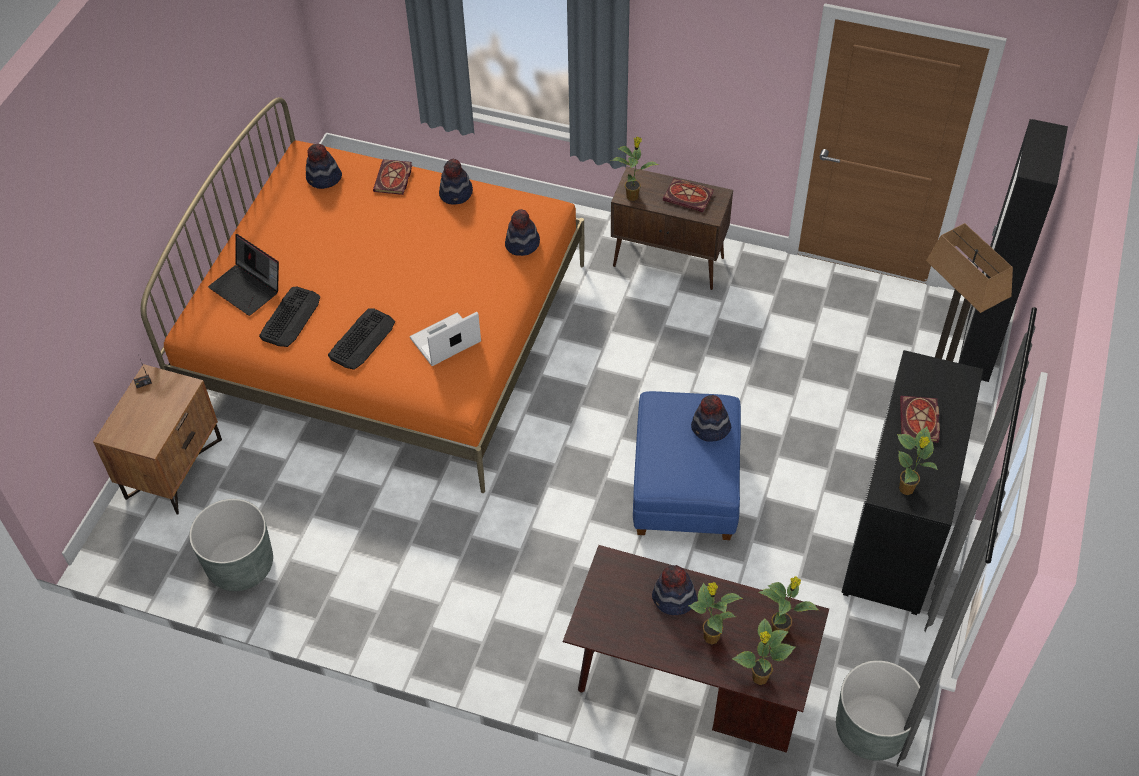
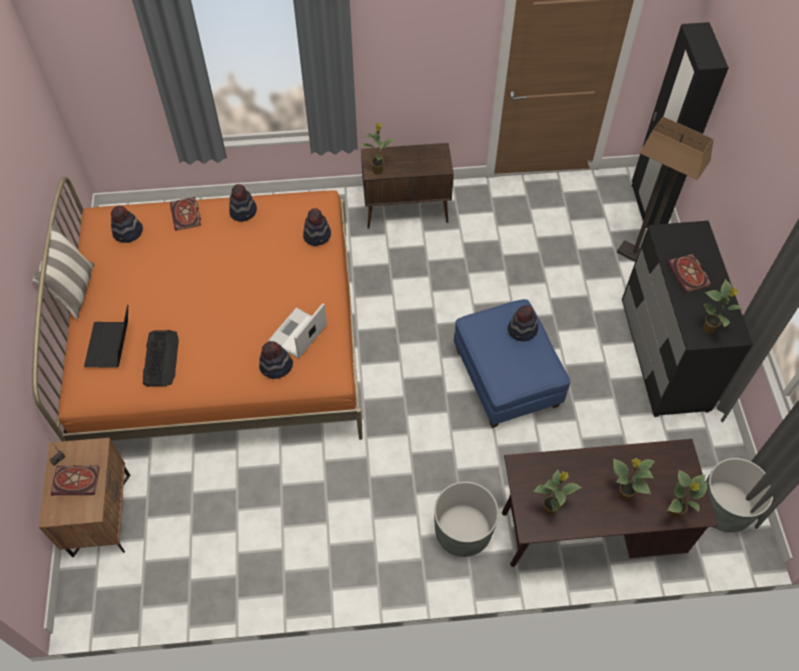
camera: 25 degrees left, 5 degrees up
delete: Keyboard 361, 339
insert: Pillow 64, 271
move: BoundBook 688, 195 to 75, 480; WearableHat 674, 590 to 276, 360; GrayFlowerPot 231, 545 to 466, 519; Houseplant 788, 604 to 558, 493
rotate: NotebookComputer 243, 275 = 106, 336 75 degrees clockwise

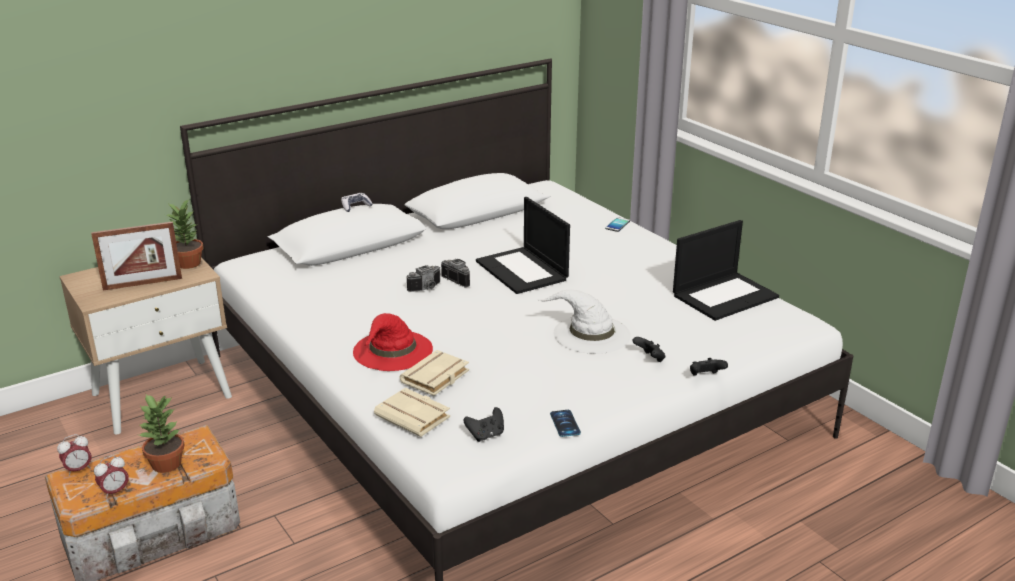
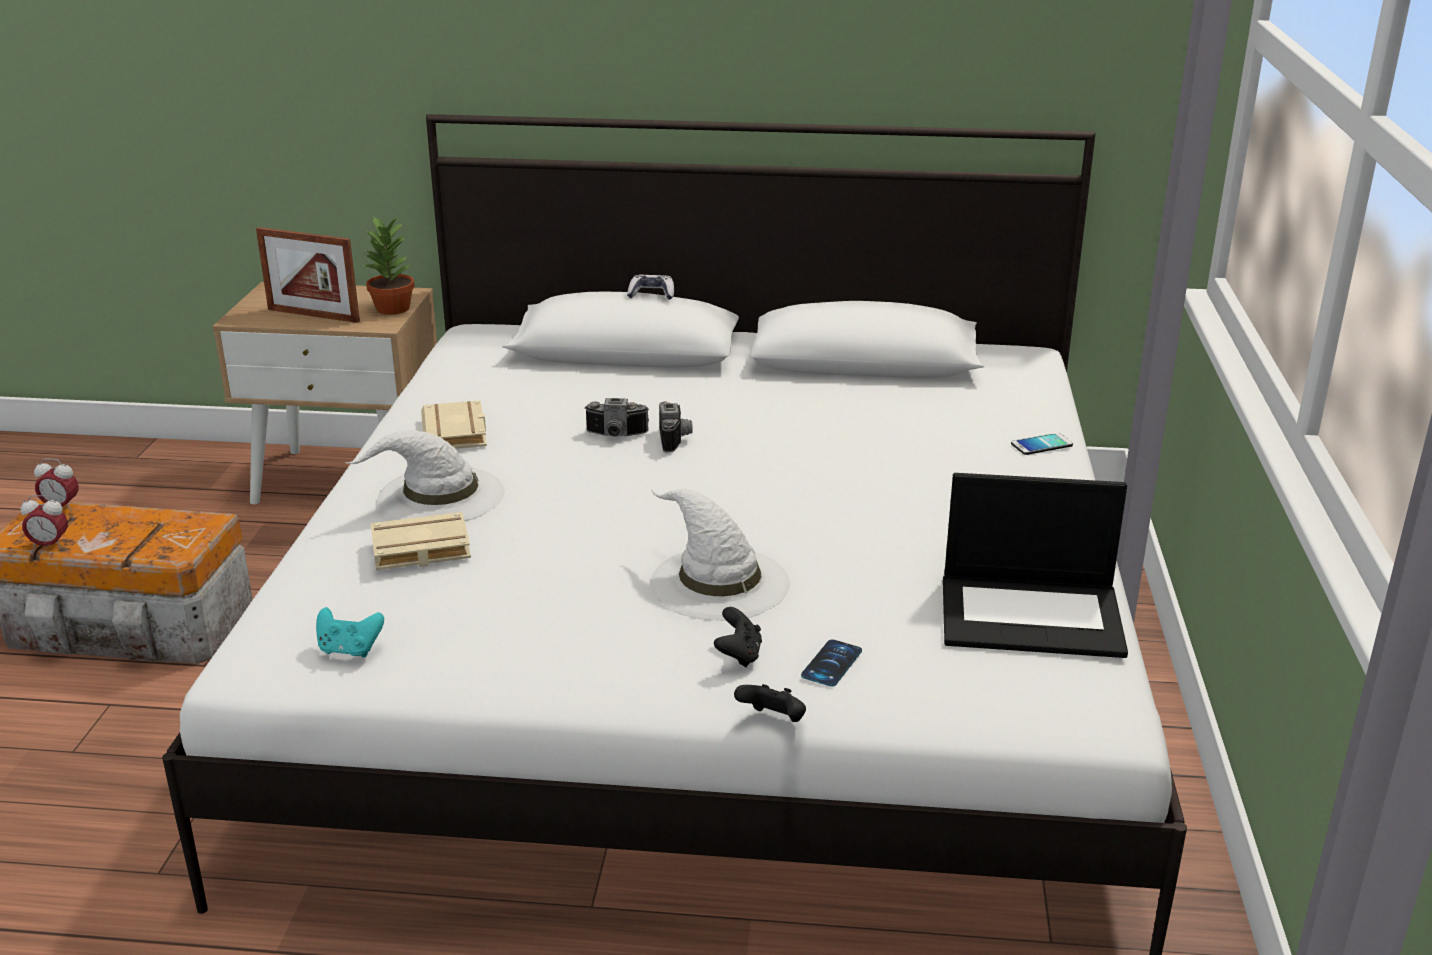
camera: 40 degrees right, 0 degrees up
delete: Houseplant 161, 433; NotebookComputer 523, 245
move: BeigeBoundBook 412, 412 to 454, 424; Handset 565, 423 to 831, 663
recolor: BlackGamepad 484, 424 to TurquoiseColouredGamepad 350, 632; RedColouredWearableHat 393, 342 to WhiteWearableHat 424, 475

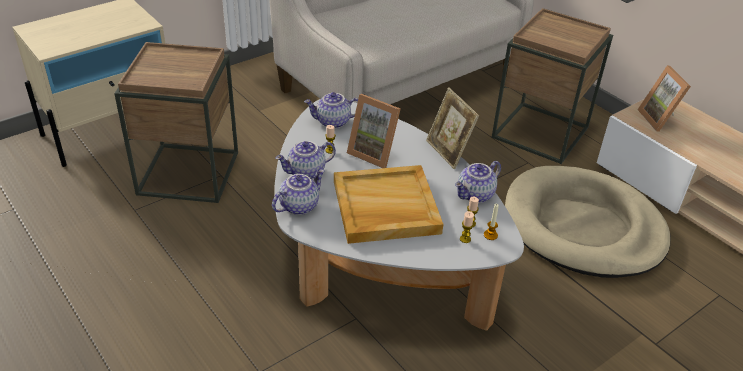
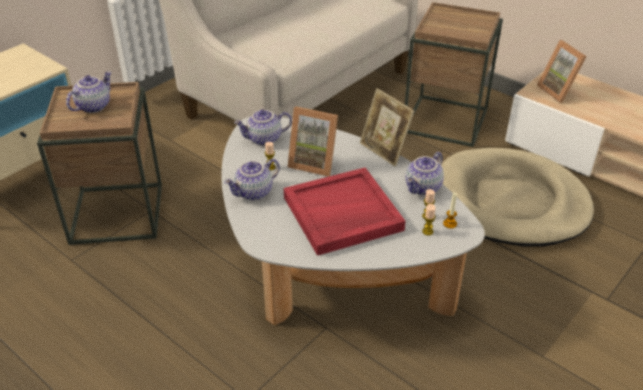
camera: 10 degrees left, 0 degrees up
move: PotForTea 298, 192 to 89, 92
recolor: BeigeCarryingTray 388, 204 to RedColouredCarryingTray 344, 212

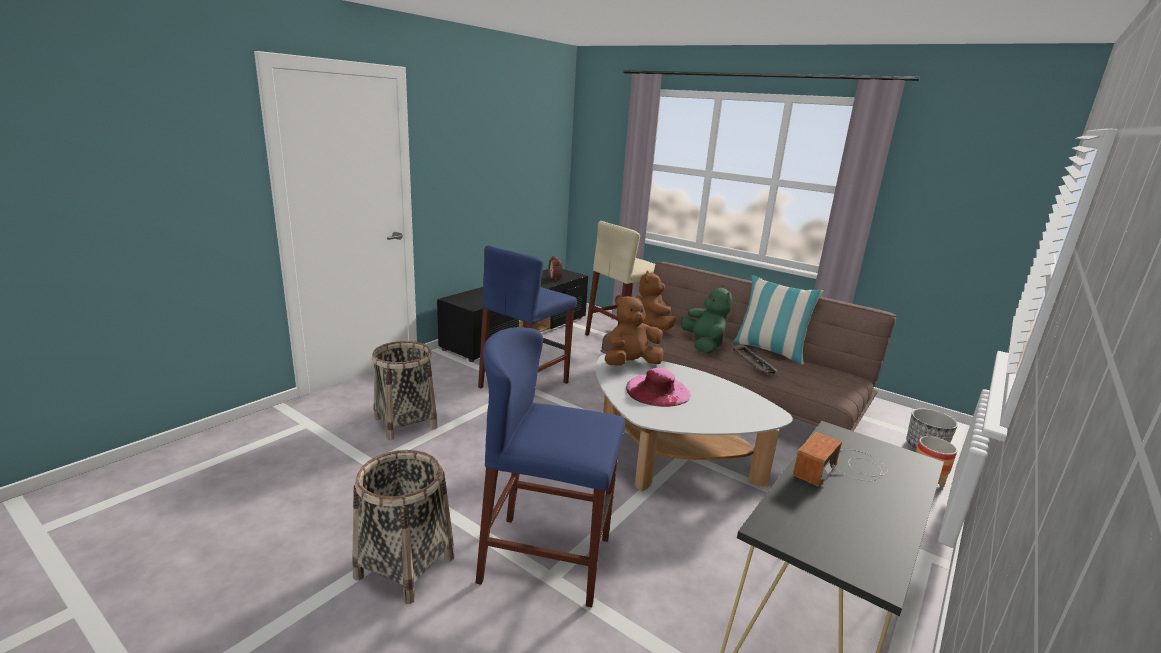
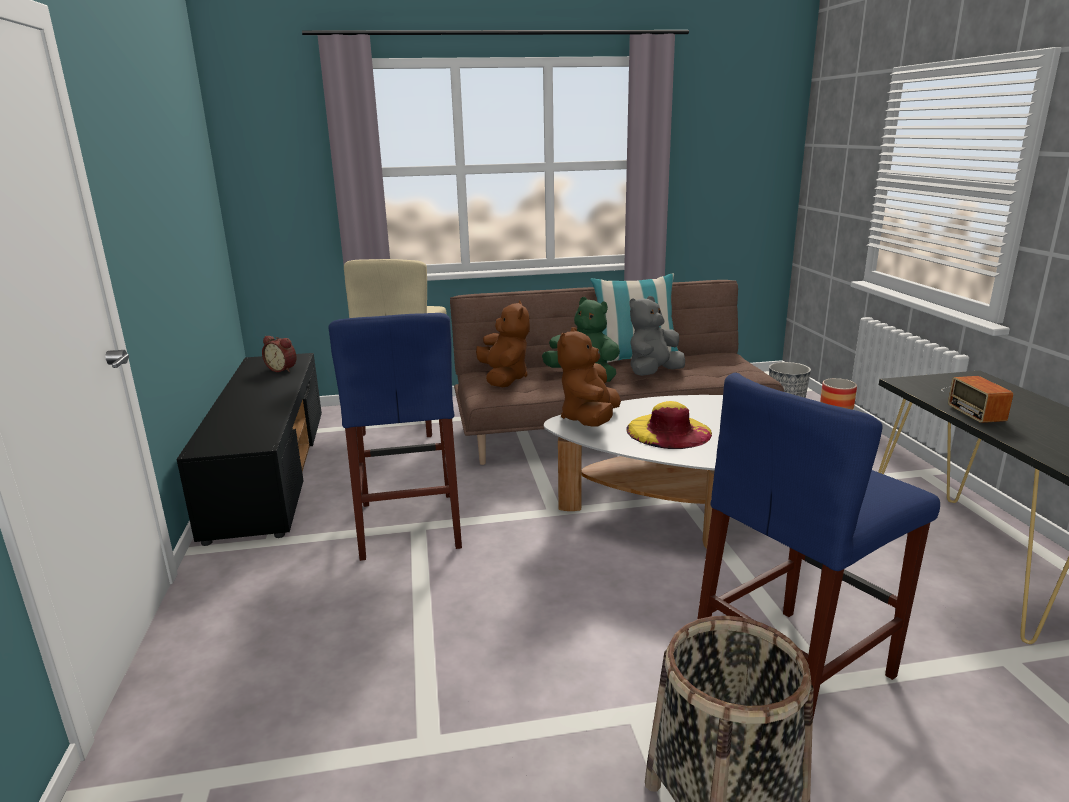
camera: 45 degrees left, 0 degrees up
delete: HouseholdBasket 405, 390
replace: CarryingTray 755, 359 to GrayPlushToy 657, 336
recolor: PinkishWearableHat 658, 387 to YellowColouredWearableHat 669, 425
rotate: BrownColouredPlushToy 657, 300 = 503, 343 150 degrees counterclockwise

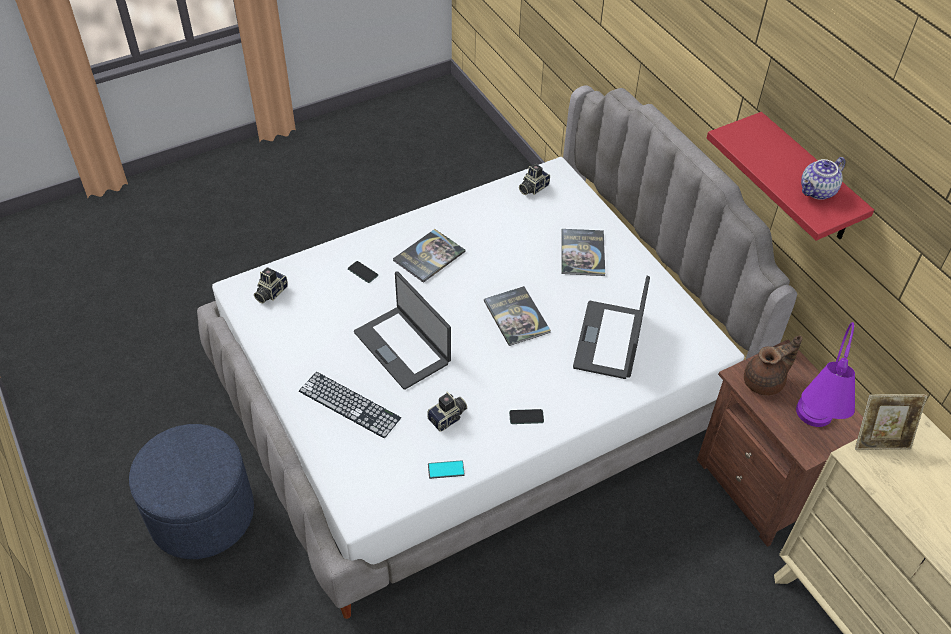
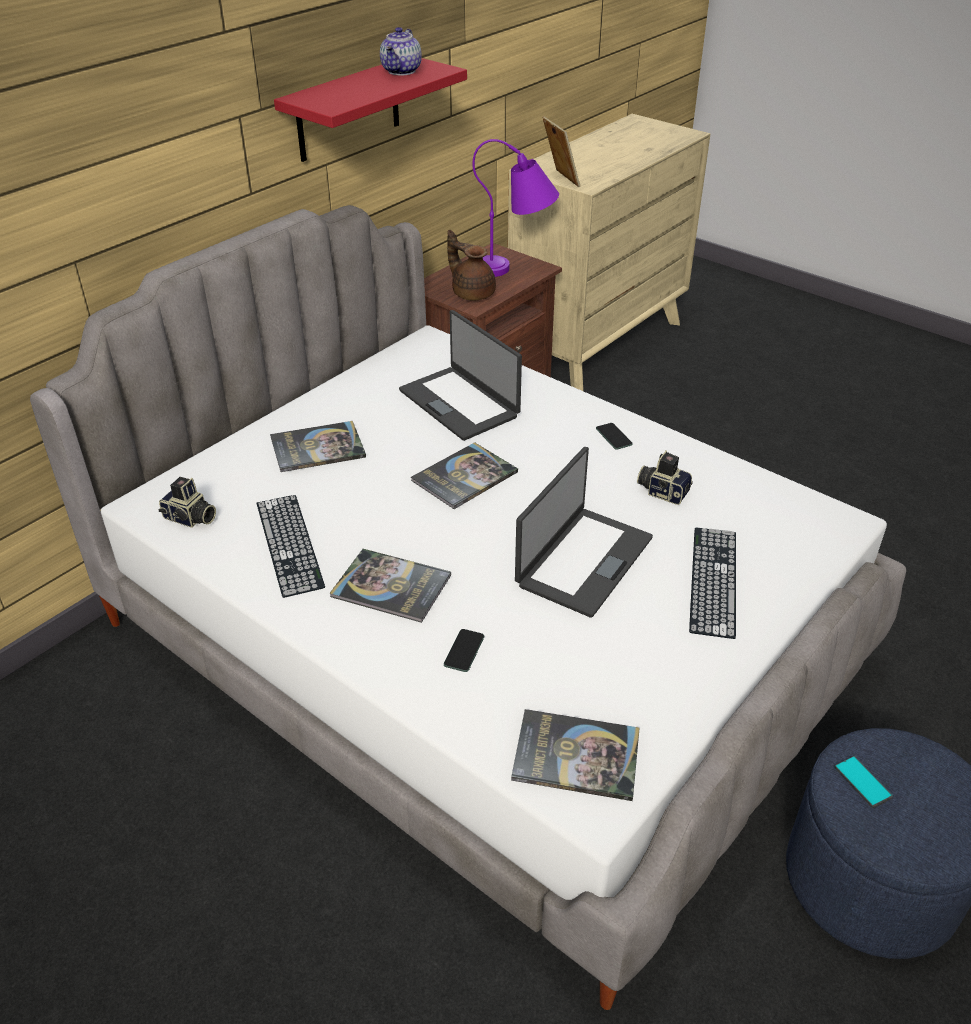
camera: 110 degrees left, 10 degrees down
insert: Keyboard 291, 546
move: Handset 446, 469 to 863, 782
replace: PhotoCamera 271, 285 to BoundBook 575, 755
rotate: PotForTea 823, 178 = 401, 51 75 degrees clockwise; NotebookComputer 611, 327 = 460, 375 60 degrees clockwise

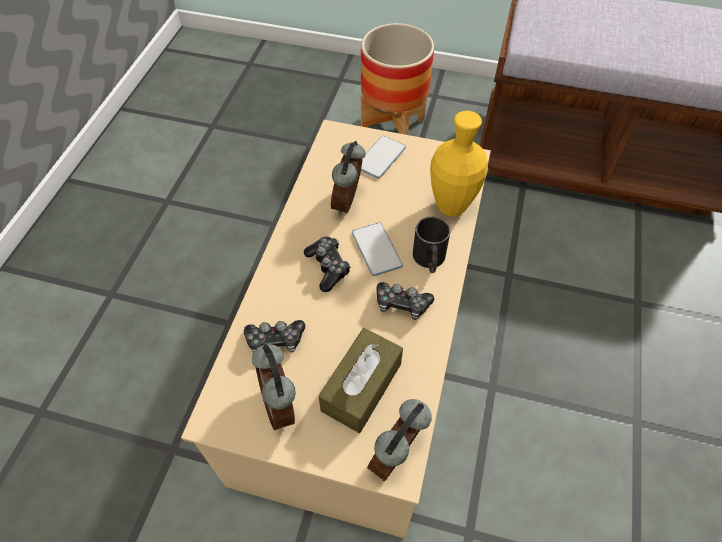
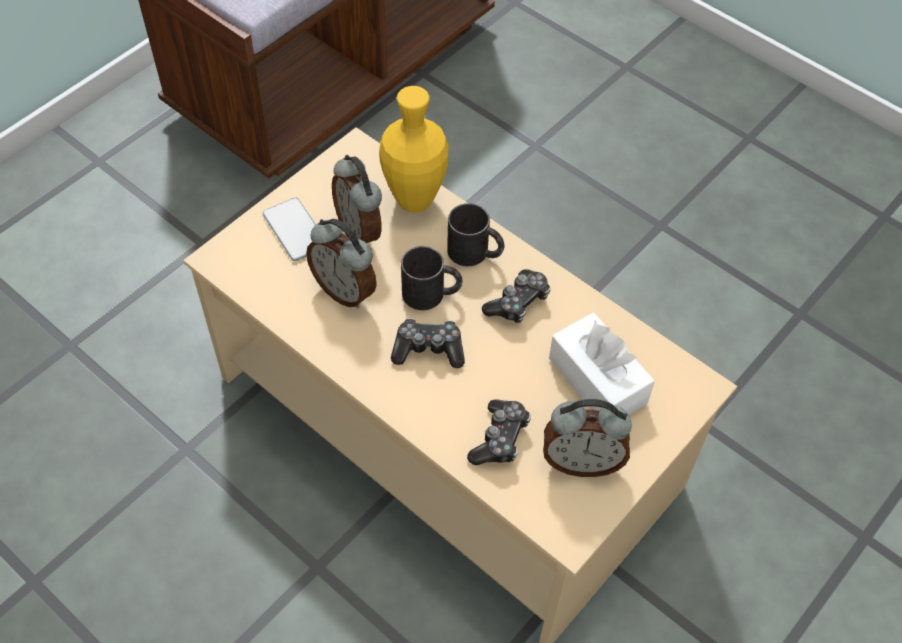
camera: 65 degrees left, 0 degrees up
delete: FlowerPot 397, 79
move: AlarmClock 399, 440 to 357, 199
replace: Handset 377, 249 to BlackTeaMug 432, 278
recolor: BrownColouredBoxOfTissues 360, 380 to WhiteBoxOfTissues 602, 363

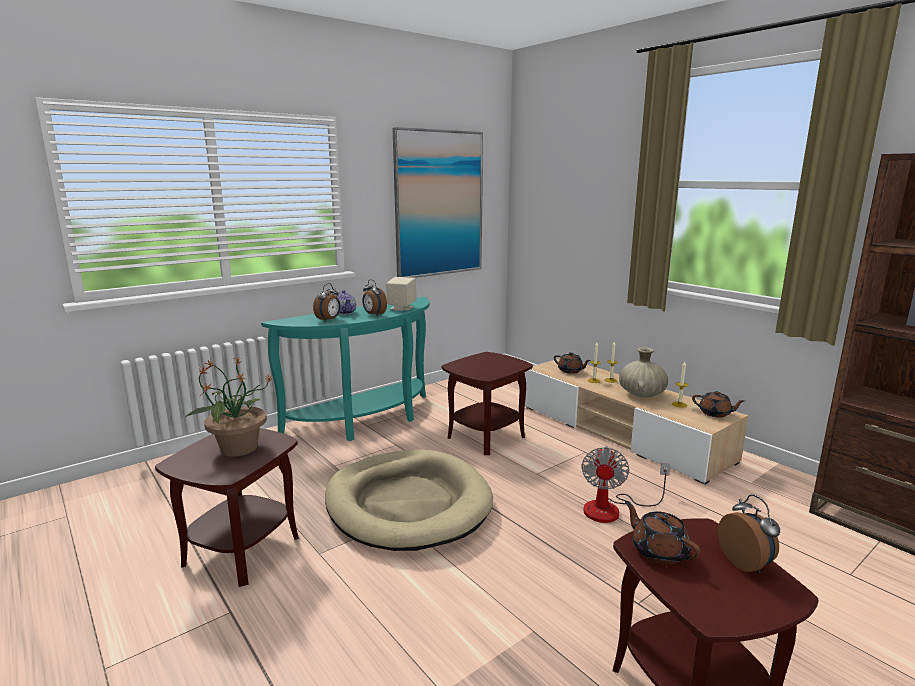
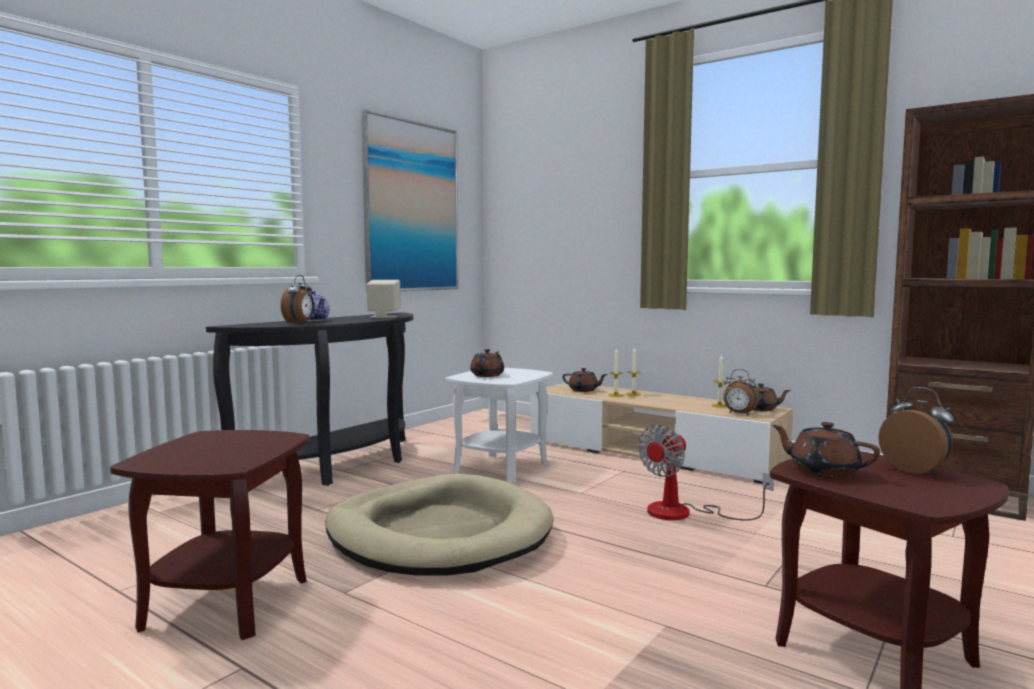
camera: 15 degrees left, 10 degrees down
delete: Houseplant 229, 407; BeigeDecorativeVase 643, 372
insert: BrownColouredPotForTea 487, 363
move: AlarmClock 374, 298 to 741, 392
recolor: TurquoiseColouredNarrowTable 345, 369 to BlackNarrowTable 309, 399; BrownColouredEndTable 487, 403 to WhiteEndTable 499, 425
rotate: CoolingFan 626, 484 = 706, 472 45 degrees clockwise

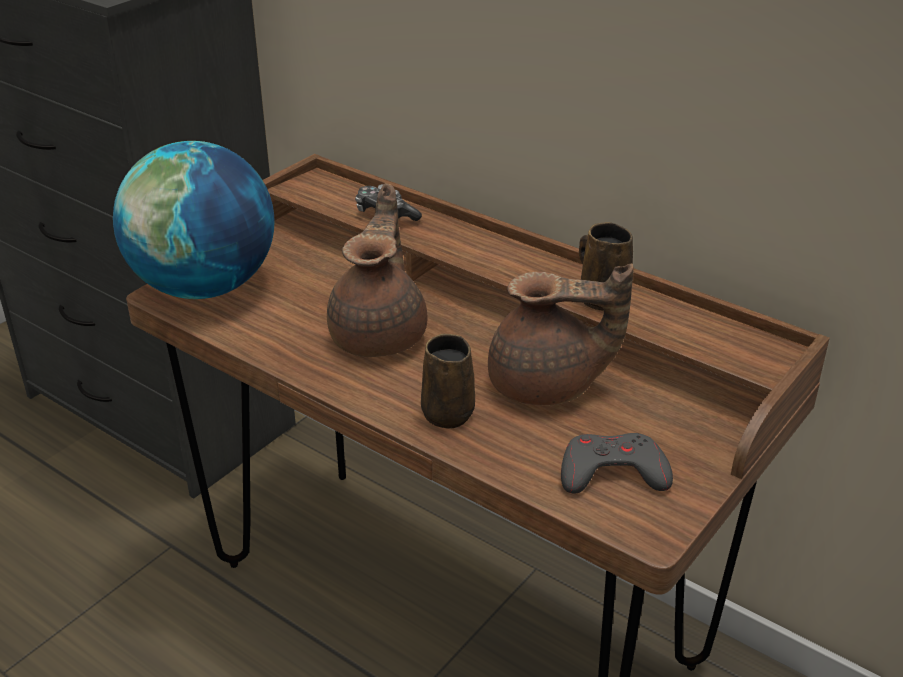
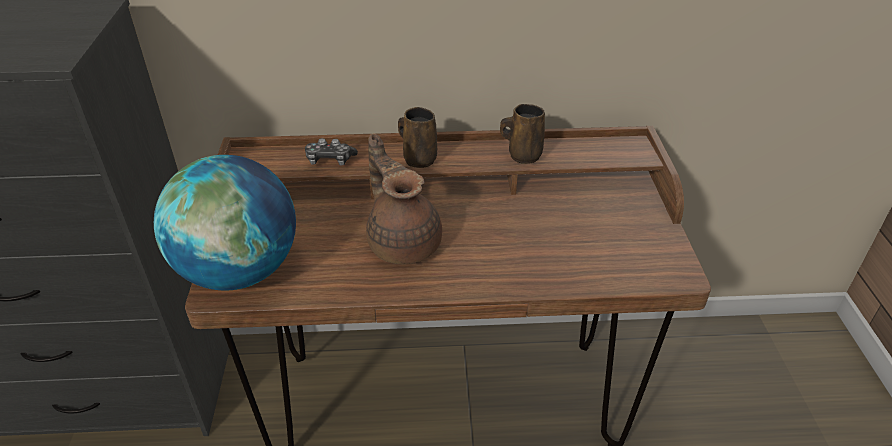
camera: 40 degrees left, 5 degrees up
delete: BrownColouredPotForTea 561, 334; GrayGamepad 617, 463
move: BrownColouredTeaMug 448, 381 to 417, 137

